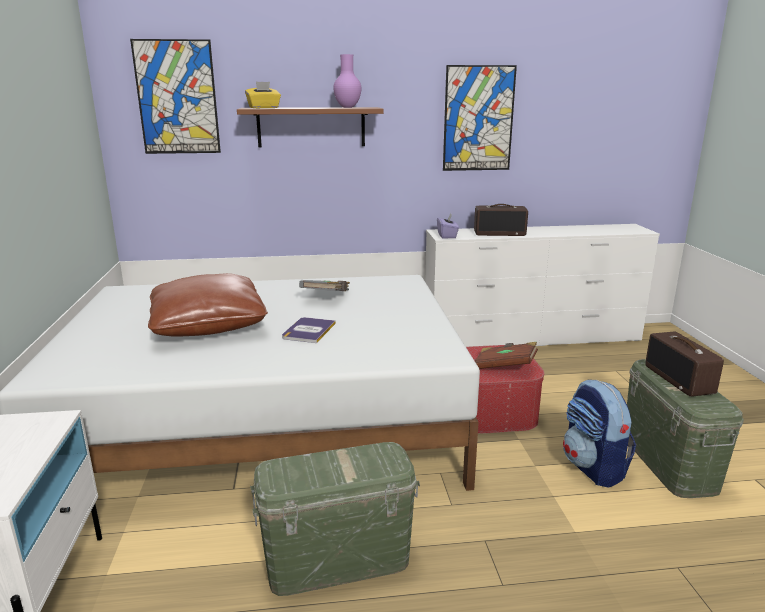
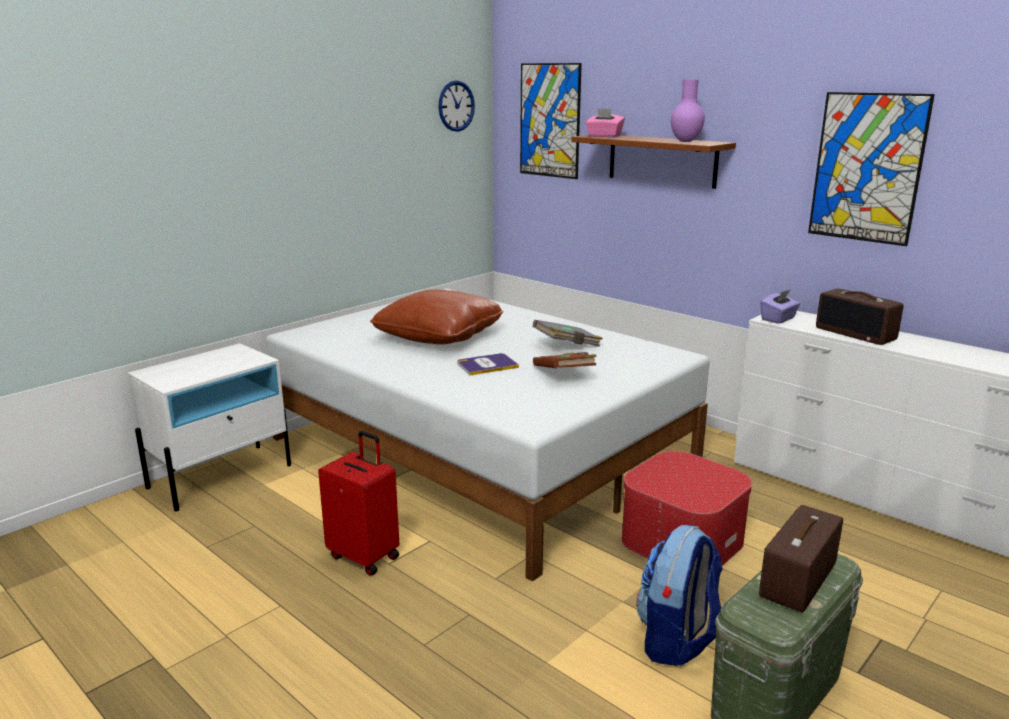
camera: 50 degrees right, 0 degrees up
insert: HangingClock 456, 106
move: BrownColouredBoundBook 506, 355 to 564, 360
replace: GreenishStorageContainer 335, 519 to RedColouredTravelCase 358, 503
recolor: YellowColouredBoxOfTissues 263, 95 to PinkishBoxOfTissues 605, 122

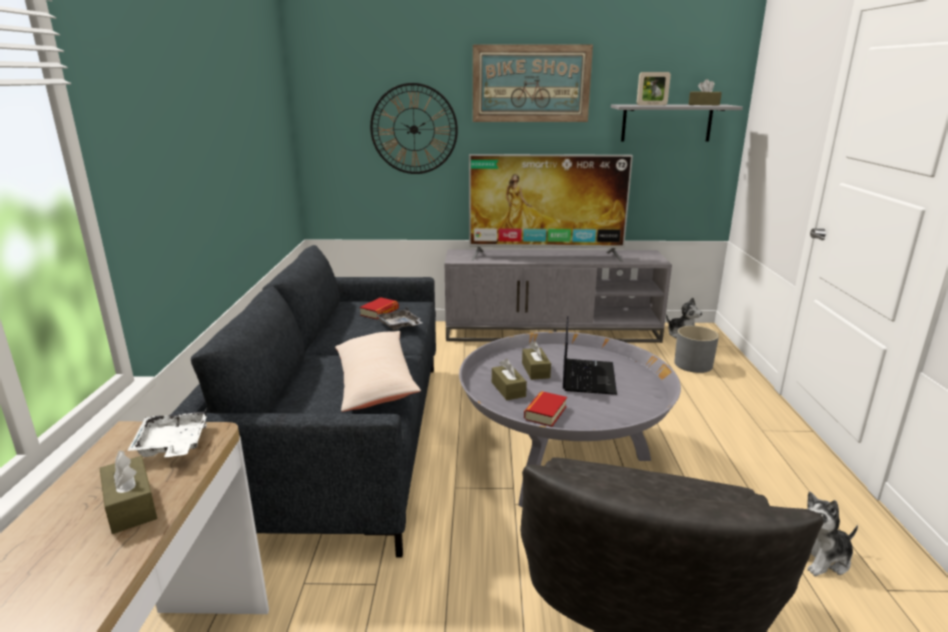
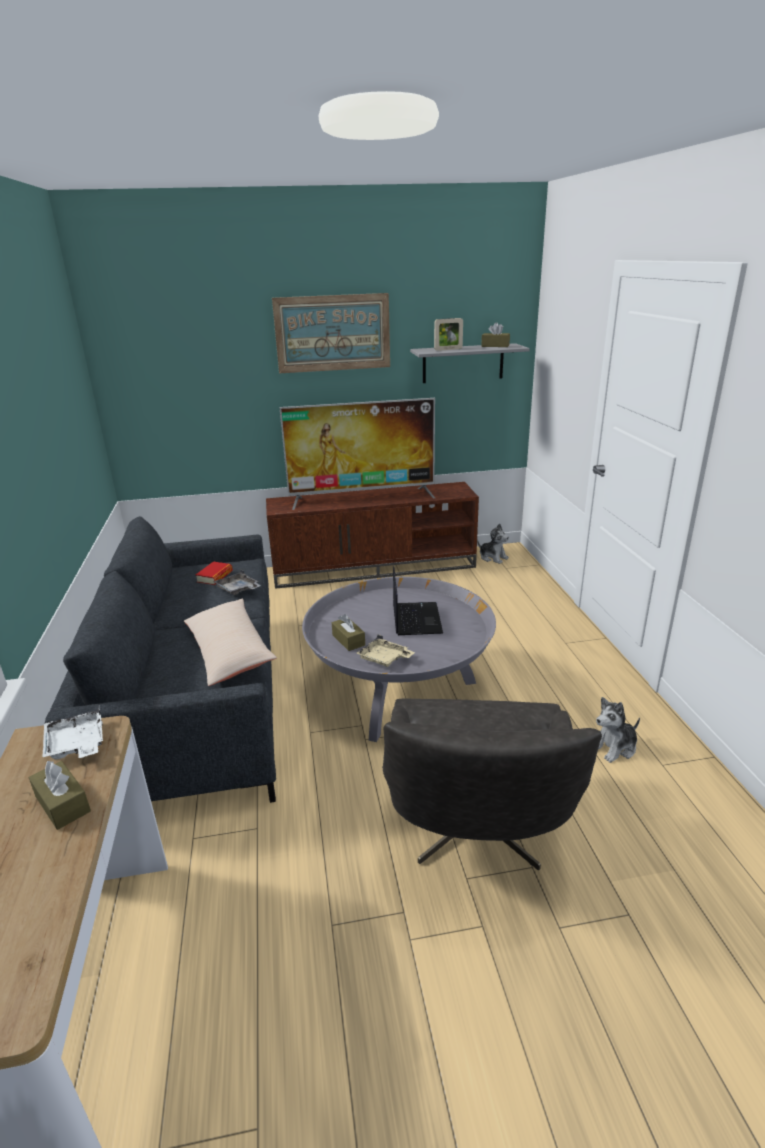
camera: 10 degrees left, 5 degrees up
delete: HangingClock 414, 128; BrownColouredBoxOfTissues 536, 360; GrayFlowerPot 696, 349
replace: BoundBook 545, 409 to BeigeCarryingTray 385, 650
recolor: GrayTvStand 558, 296 to BrownColouredTvStand 372, 535

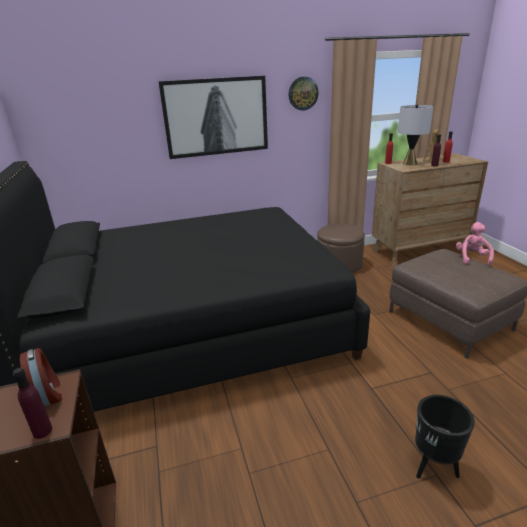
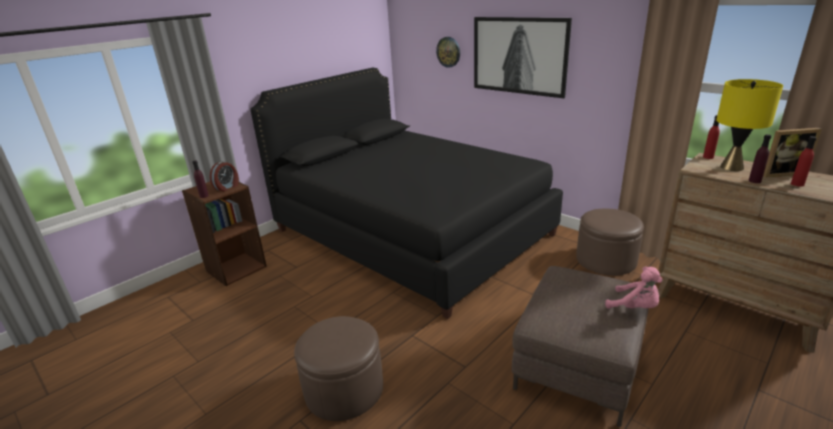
camera: 60 degrees right, 0 degrees up
move: HangingClock 304, 94 to 448, 52
replace: BlackFlowerPot 445, 436 to BrownColouredFootrest 338, 368
recolor: GrayTabletopLamp 416, 134 to YellowColouredTabletopLamp 749, 125
rotate: PinkishPlushToy 475, 244 = 634, 288 60 degrees clockwise

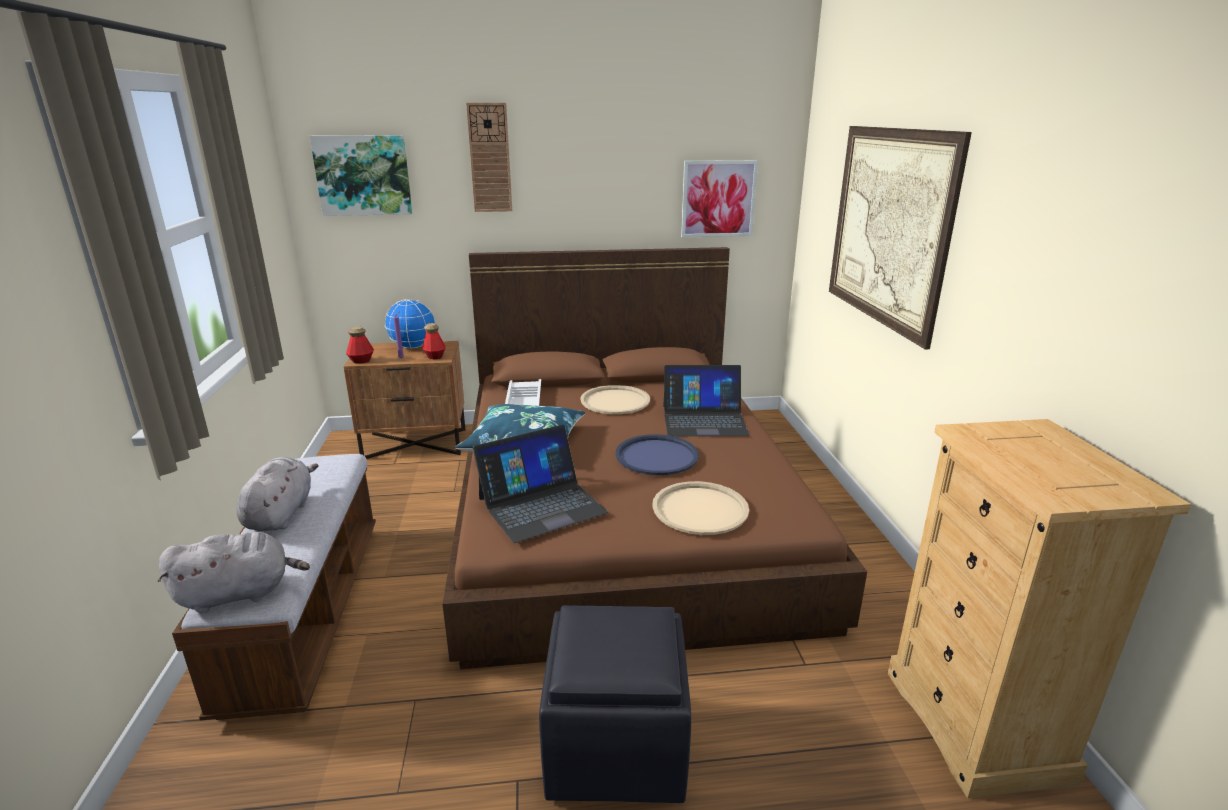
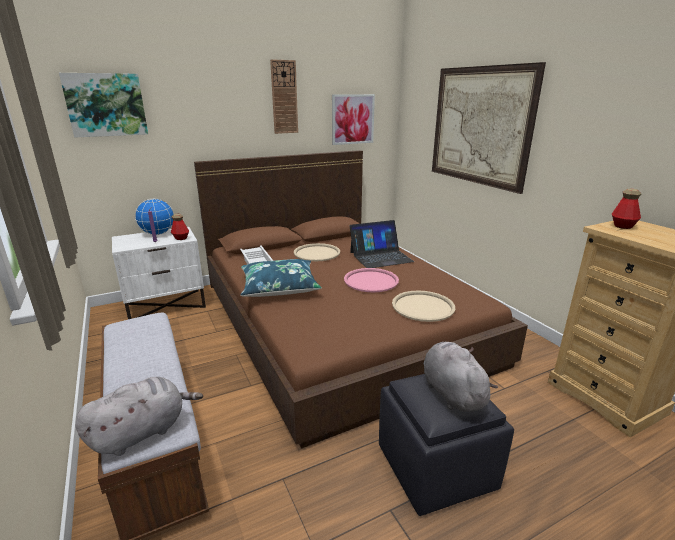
camera: 20 degrees left, 0 degrees up
delete: NotebookComputer 540, 484
move: HangingClock 489, 157 to 284, 96; GrayPlushToy 277, 494 to 461, 377; BeverageBottle 360, 345 to 626, 209
recolor: BrownColouredNightTable 404, 400 to WhiteNightTable 159, 273; BluishCarryingTray 657, 454 to PinkishCarryingTray 371, 280

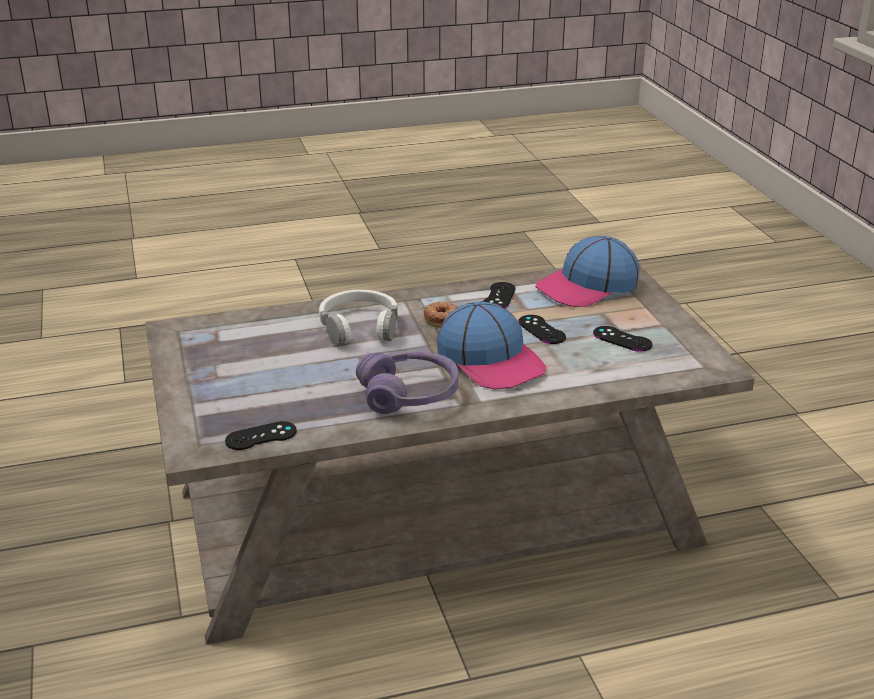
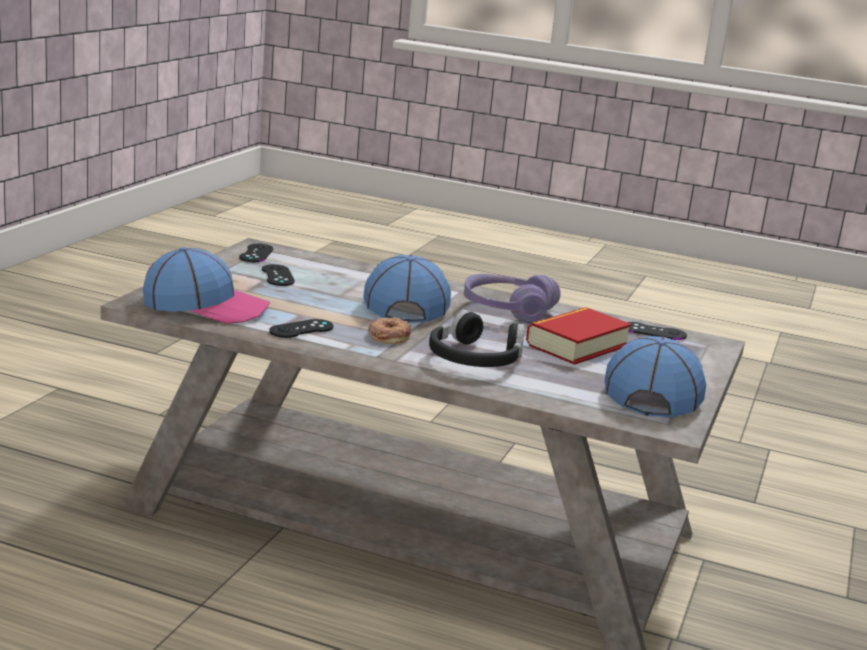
camera: 145 degrees left, 10 degrees down
insert: BoundBook 578, 336; PeakedCap 655, 376
move: BlackGamepad 542, 329 to 256, 253
recolor: WhiteHeadphones 358, 318 to BlackHeadphones 477, 338

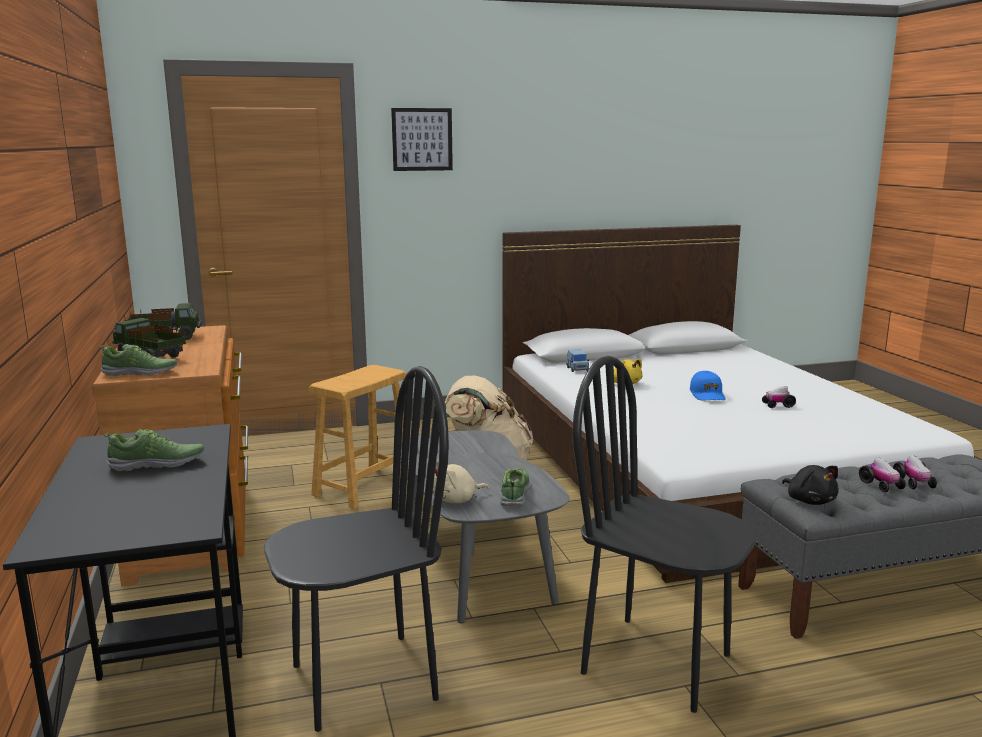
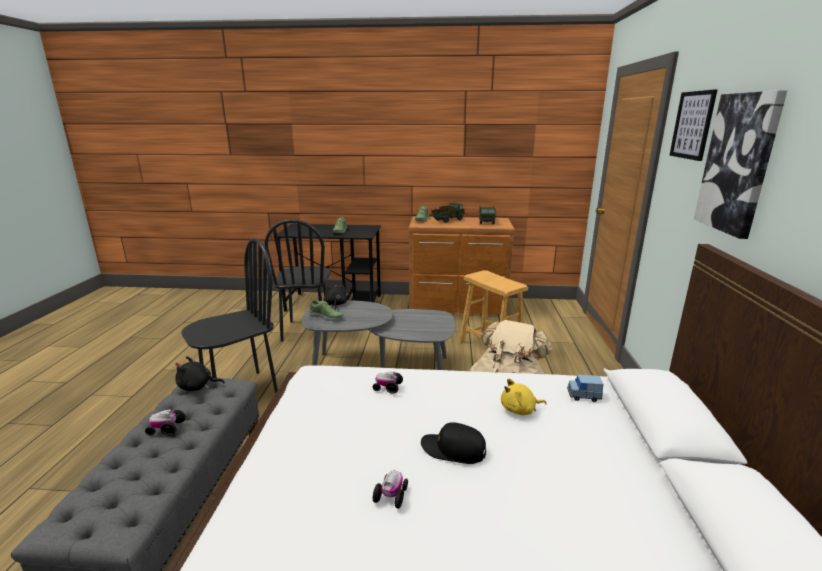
camera: 110 degrees right, 5 degrees up
insert: WallArt 741, 164
move: ModelCar 915, 472 to 388, 382
recolor: BeigePlushToy 460, 481 to BlackPlushToy 335, 297; BluishPeakedCap 707, 385 to BlackPeakedCap 453, 443

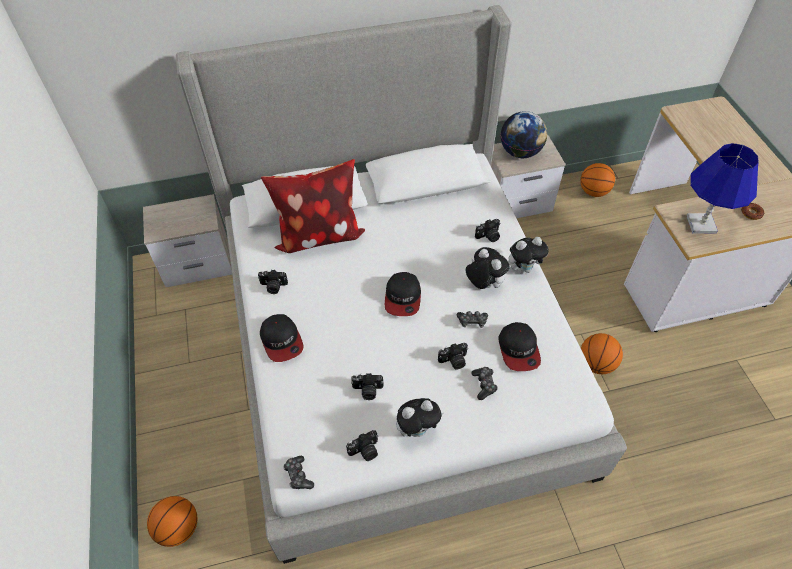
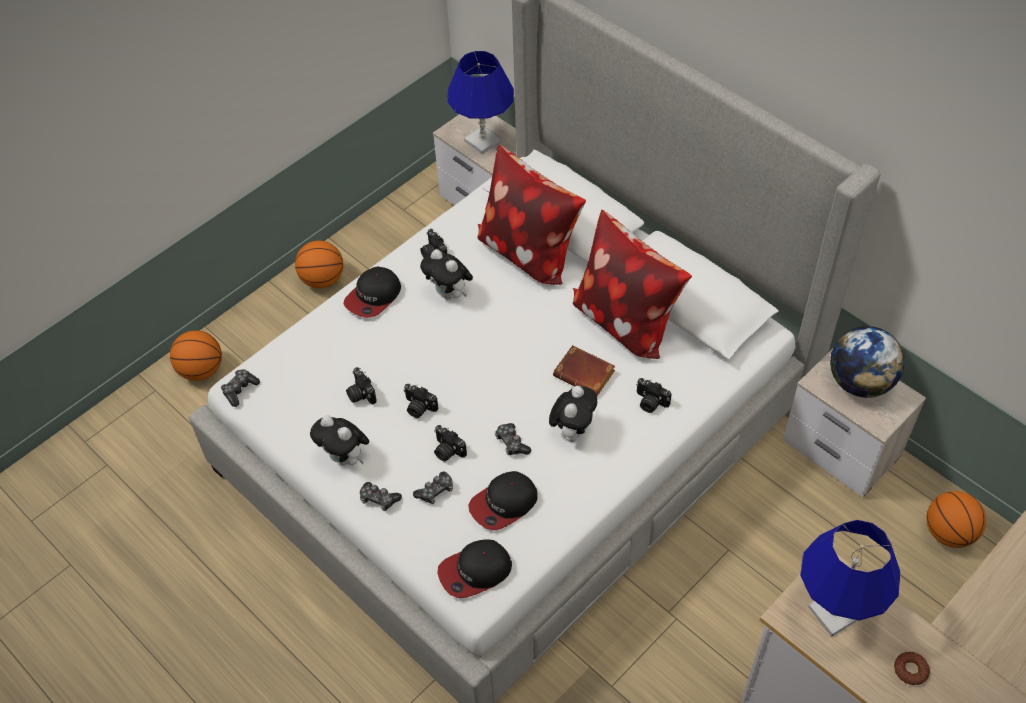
camera: 60 degrees right, 0 degrees up
insert: Gamepad 381, 496; BluishTabletopLamp 480, 102; BrownColouredBoundBook 584, 370; Pillow 632, 284
move: BasketballBall 602, 353 to 319, 264; PhotoCamera 362, 445 to 420, 401; PlushToy 529, 255 to 446, 274; PeakedCap 403, 294 to 474, 569

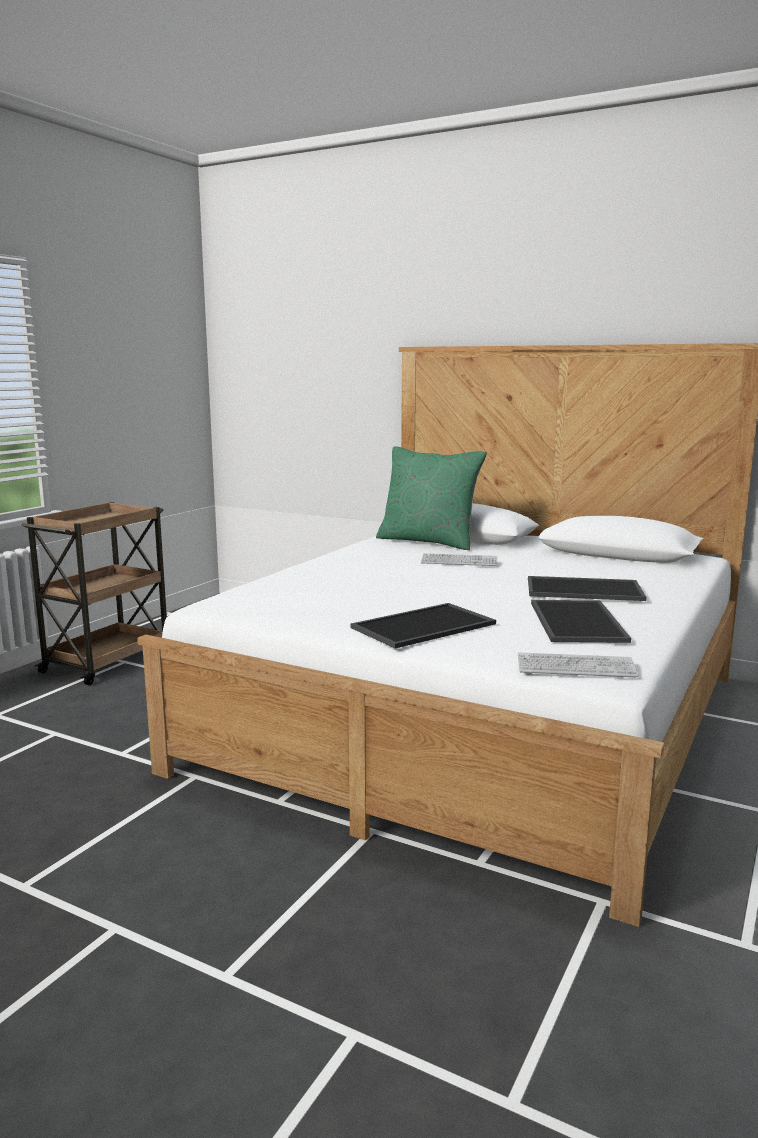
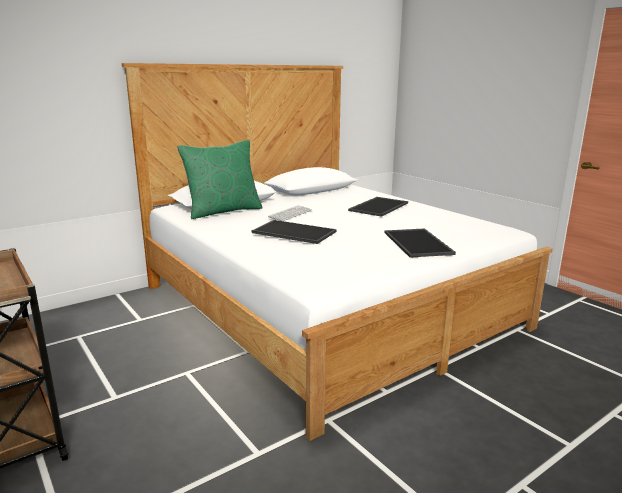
camera: 65 degrees left, 5 degrees up
delete: Keyboard 578, 664
move: CarryingTray 581, 621 to 294, 232

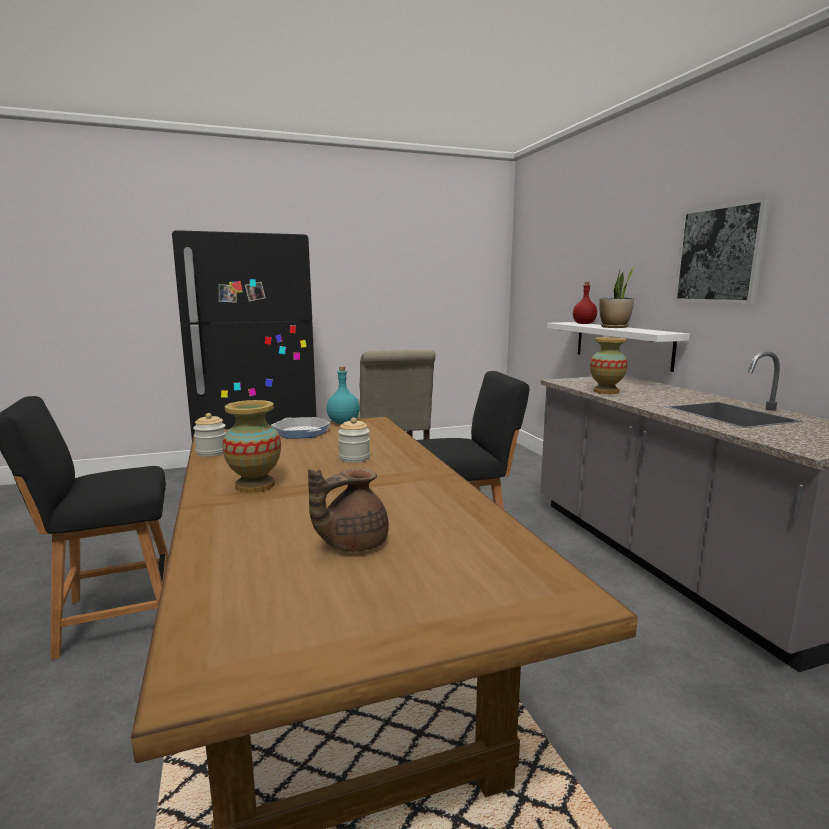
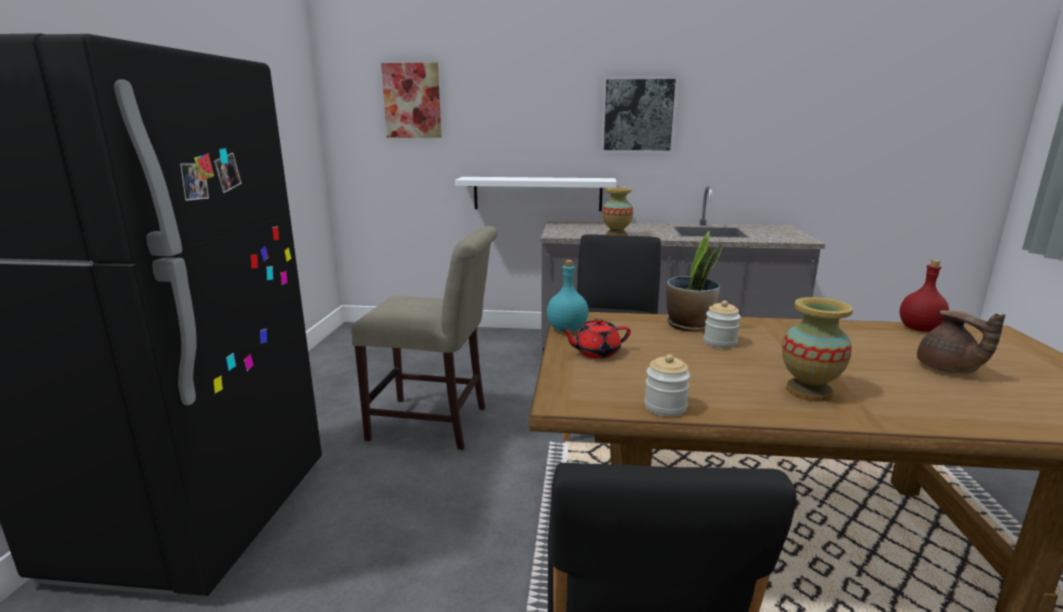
camera: 65 degrees left, 5 degrees up
insert: WallArt 411, 100
move: Houseplant 617, 297 to 694, 281; RedColouredBeverageBottle 585, 303 to 924, 296
replace: Pan 300, 428 to RedColouredPotForTea 595, 338

